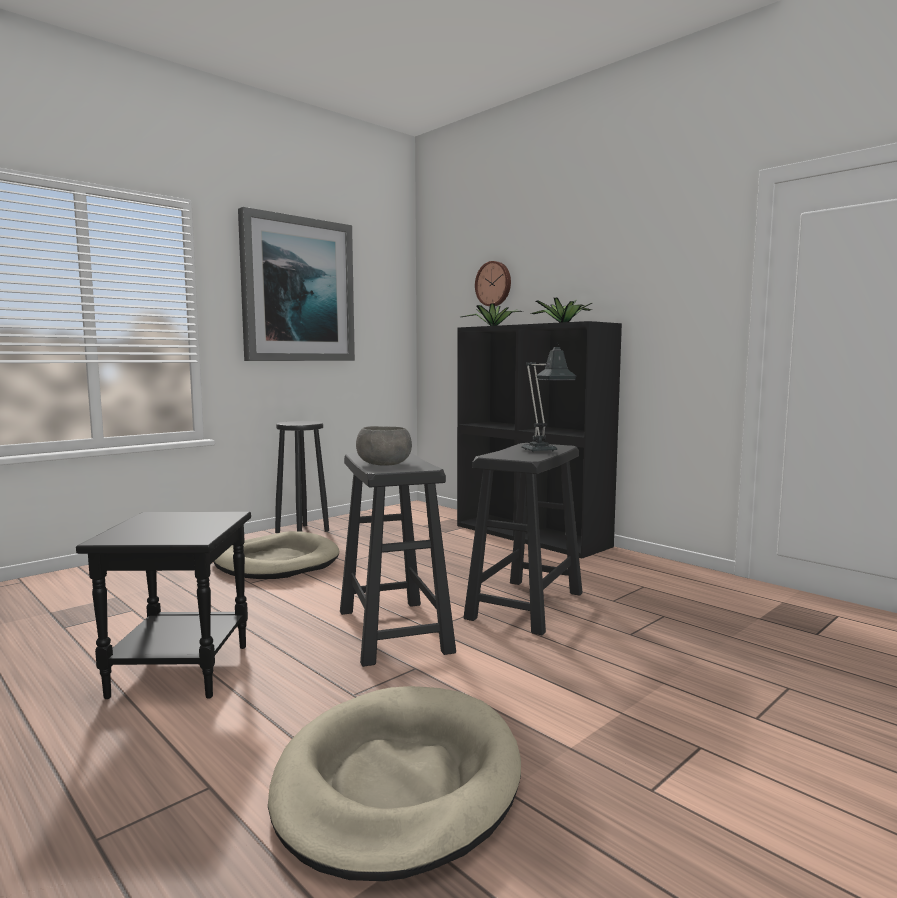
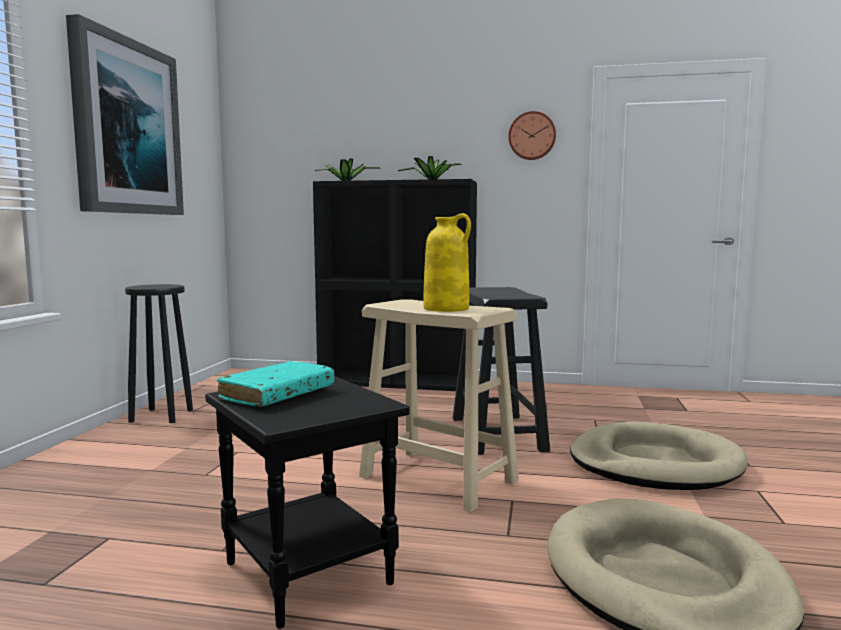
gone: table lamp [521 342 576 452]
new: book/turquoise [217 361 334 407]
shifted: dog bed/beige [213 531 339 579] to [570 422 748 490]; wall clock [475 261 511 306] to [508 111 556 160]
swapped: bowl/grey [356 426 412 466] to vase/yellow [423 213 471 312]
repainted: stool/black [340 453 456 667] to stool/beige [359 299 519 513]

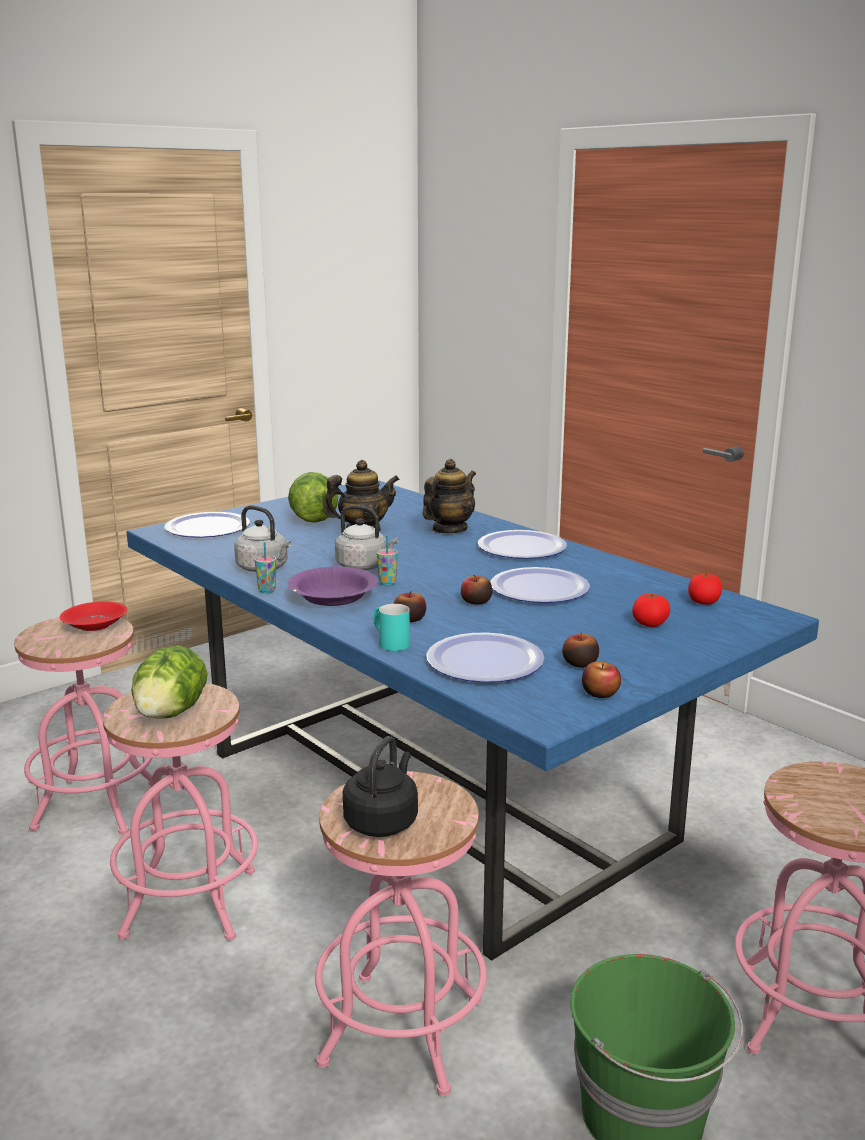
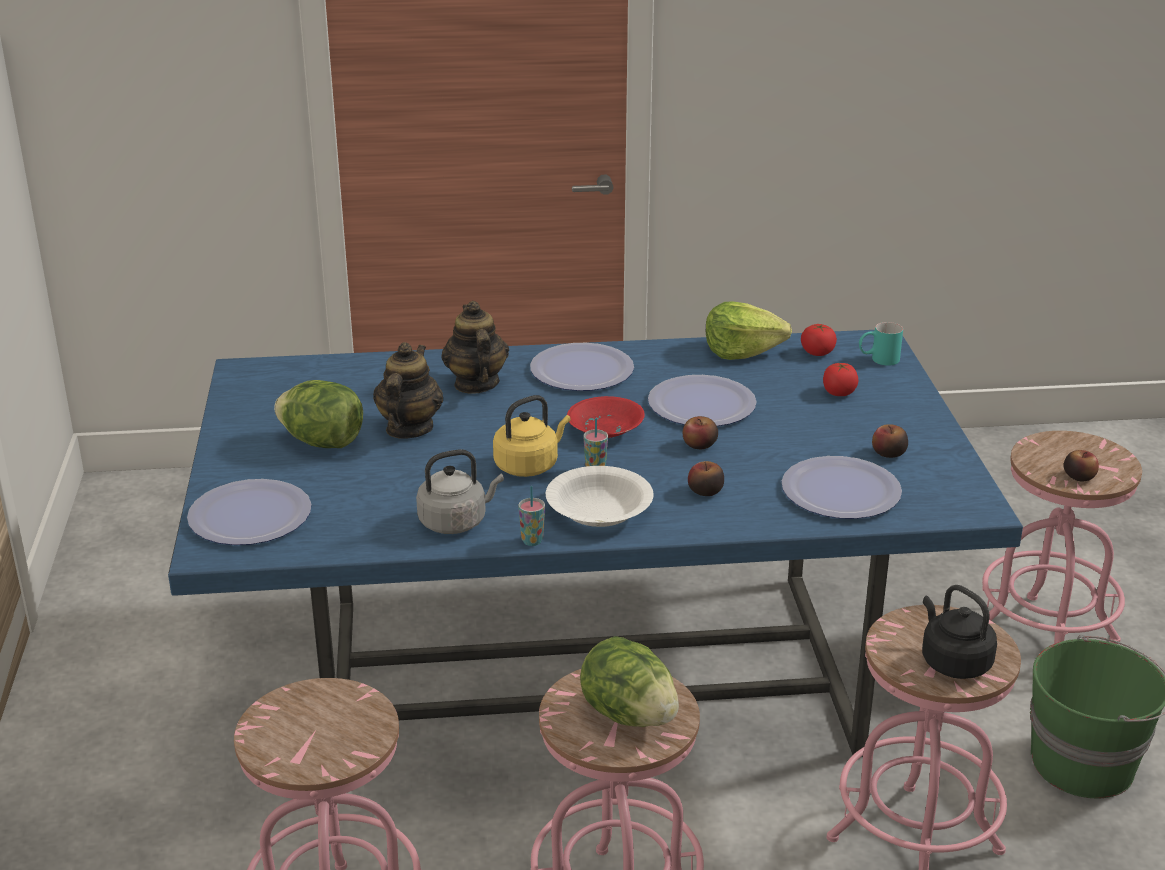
new: lettuce [706 301 792 360]
shifted: bowl/red [60 601 128 631] to [567 396 645 438]; mug/turquoise [372 604 410 651] to [859 322 903 365]; apple [582 662 621 698] to [1064 450 1099 481]
repainted: bowl/purple [287 567 378 606] to bowl/white [546 466 654 527]; kettle/grey [335 505 398 570] to kettle/yellow [493 395 571 477]

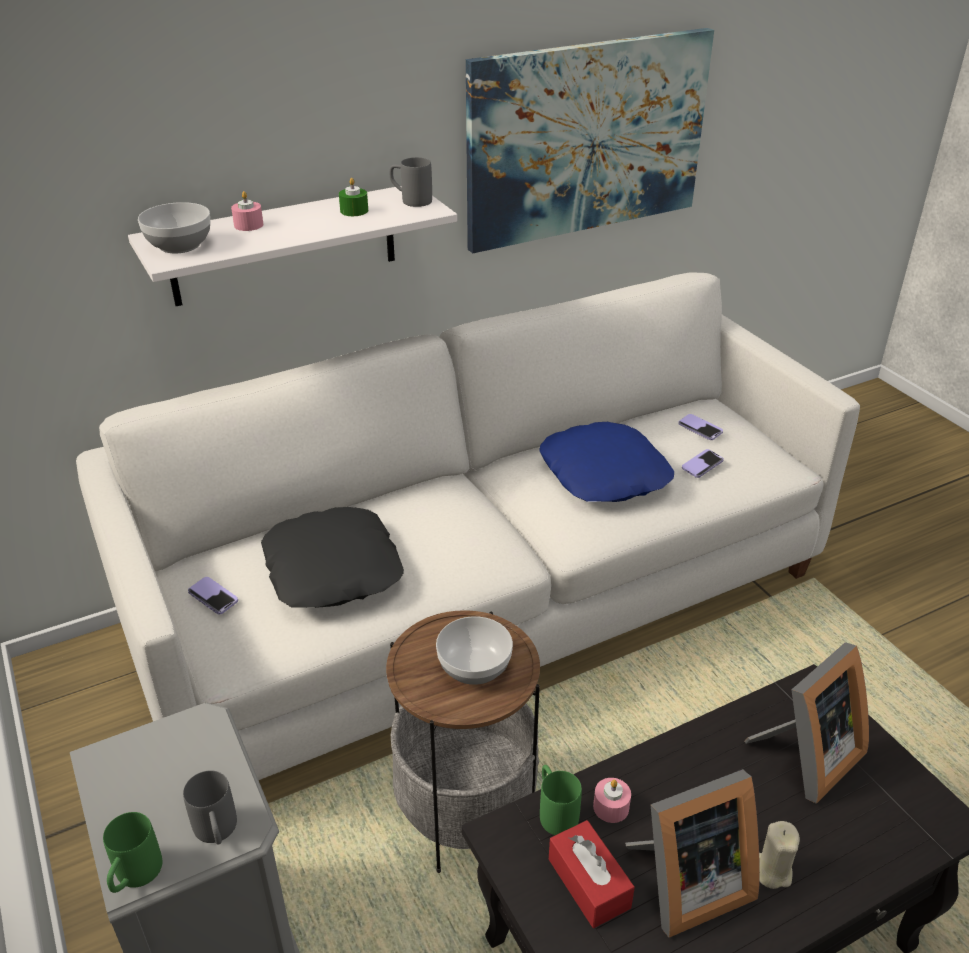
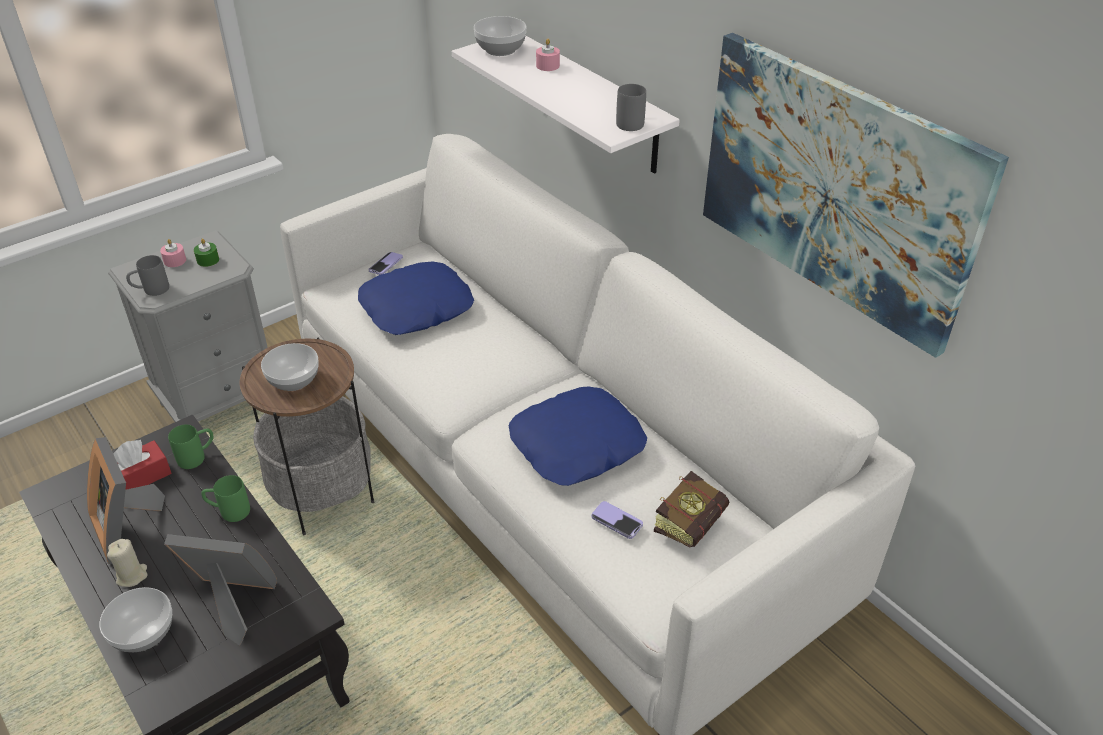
new: bowl [99 587 172 652]
shifted: mug/green [103 812 162 893] to [201 475 250 522]; candle/green [339 178 368 216] to [194 238 219 267]; candle/pink [593 778 631 823] to [160 239 186 267]
swapped: phone [678 414 723 440] to book [654 471 729 548]
repainted: pillow/black [261 507 404 608] to pillow/blue [358 262 474 335]
rotated: picture frame [744 642 869 804] = [164 534 277 646] 150 degrees clockwise

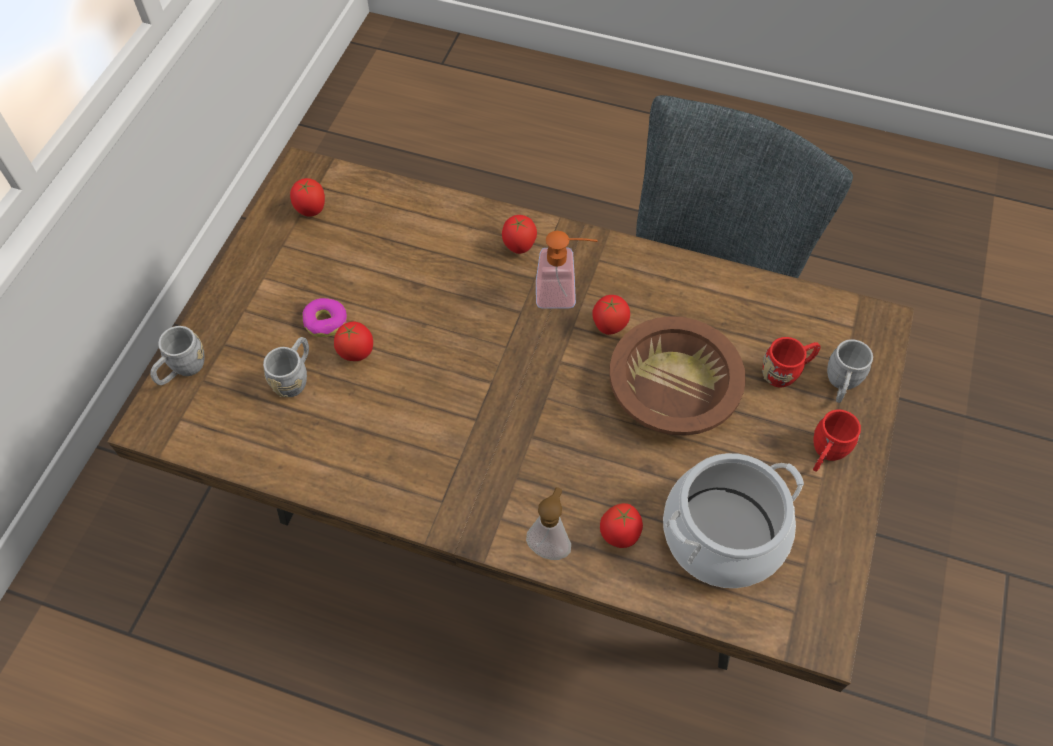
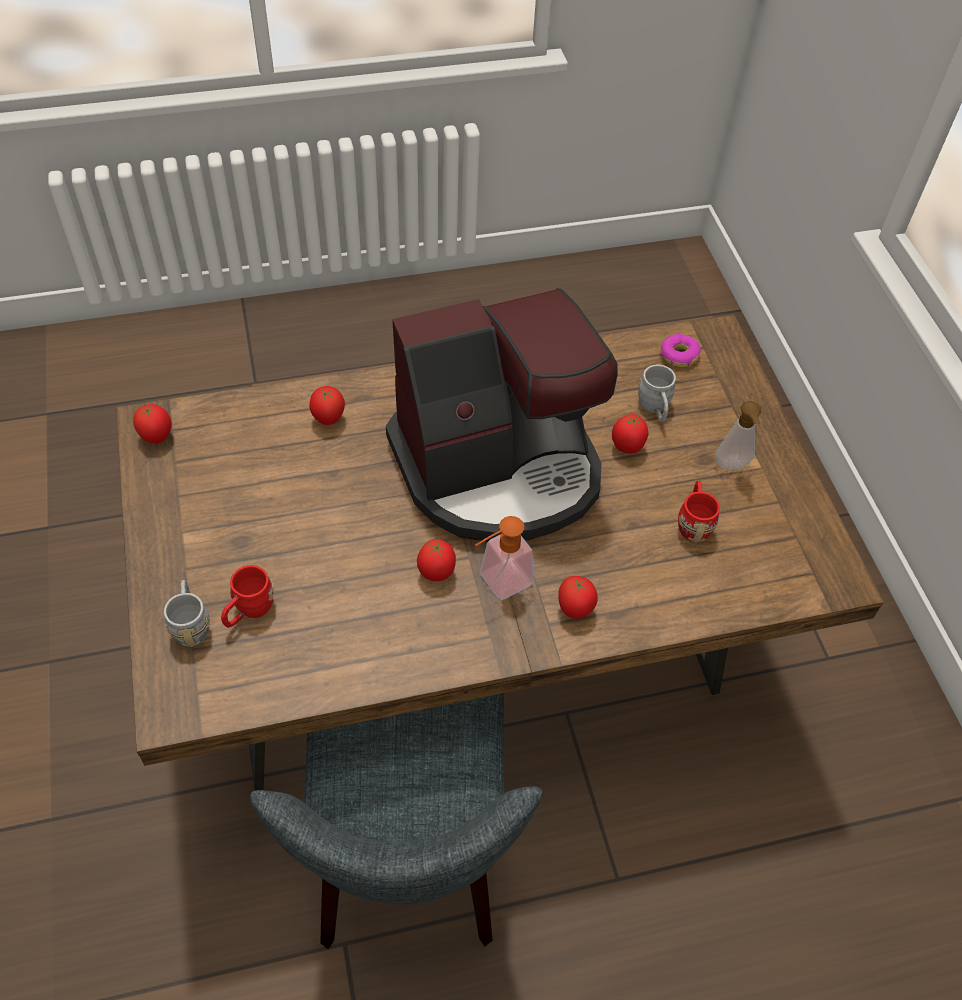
gone: mug/grey [150 326 204 385]; bowl/brown [610 316 746 436]; cooking pot [663 453 804 588]
new: coffee machine [386 288 618 542]
shifted: tomato [290 178 325 217] to [133 403 172 444]; donut [303 298 347 337] to [661 334 701 367]; soap dispenser [526 487 571 560] to [715 401 761 470]; mug/red [813 409 861 472] to [678 481 720 542]

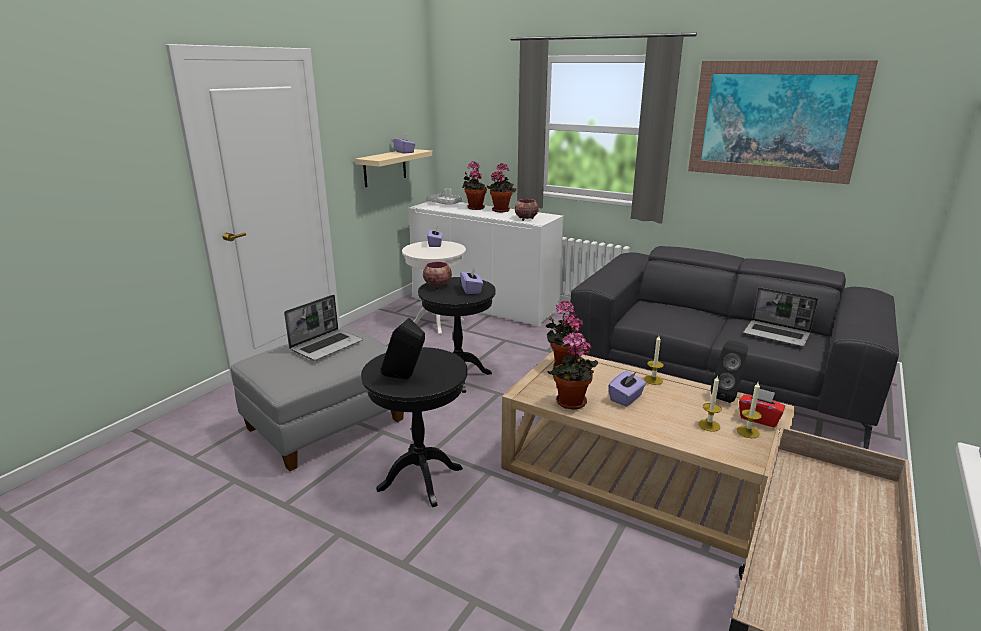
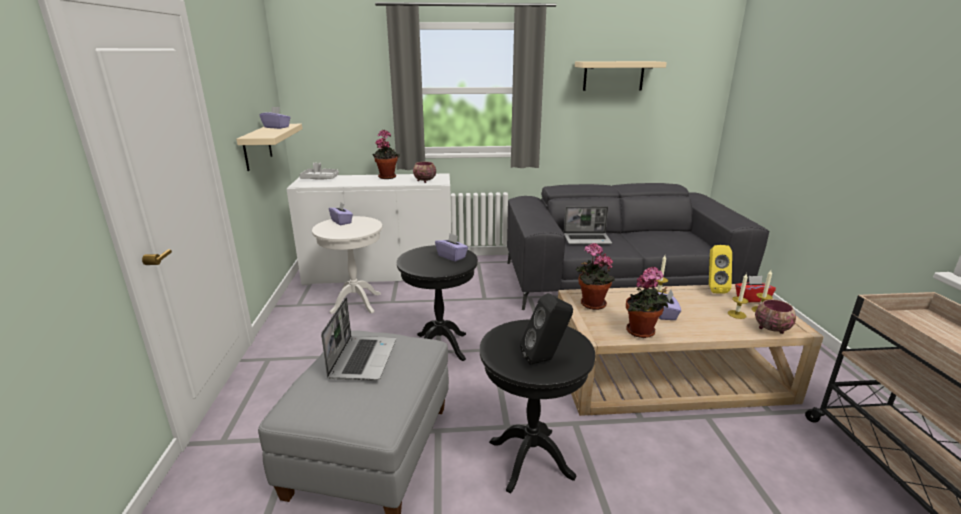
gone: potted plant [462 161 487 210]
shifted: bowl [423 262 452 289] to [755 299 796 334]; laptop [743 287 818 347] to [564 206 612 244]
swapped: picture [688 60 878 184] to shelf/beige [575 61 667 91]
repainted: speaker/black [711 340 748 403] to speaker/yellow [709 245 732 294]

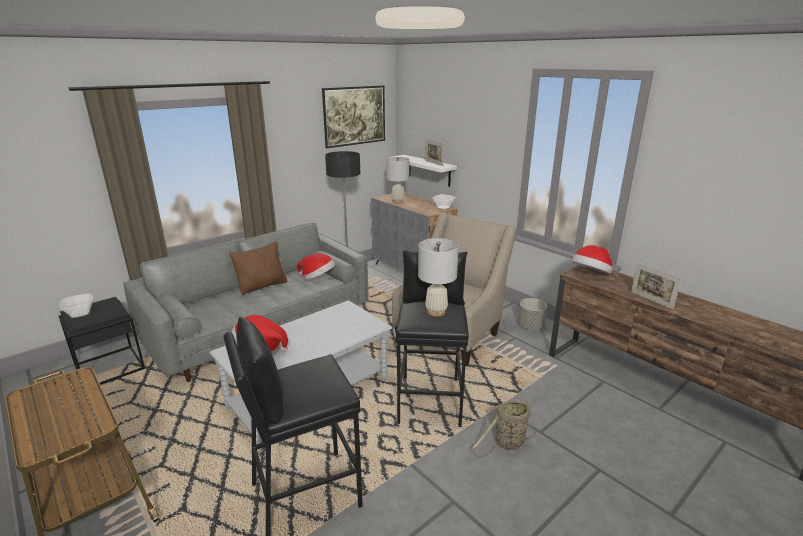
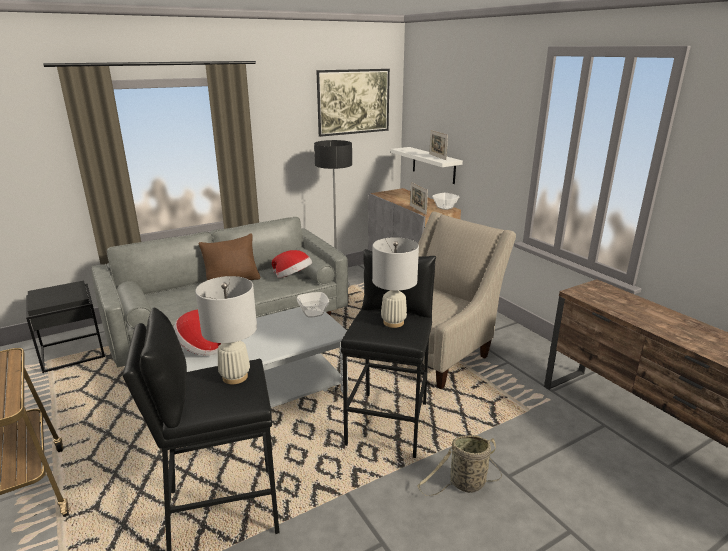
gone: planter/grey [518 298 547 330]; hat [571 245 613 274]
shifted: bowl [59 293 93 318] to [297 292 329 318]; table lamp/white [386 157 409 204] to [195 276 257 384]; picture frame [631 263 681 309] to [410 182 428 215]

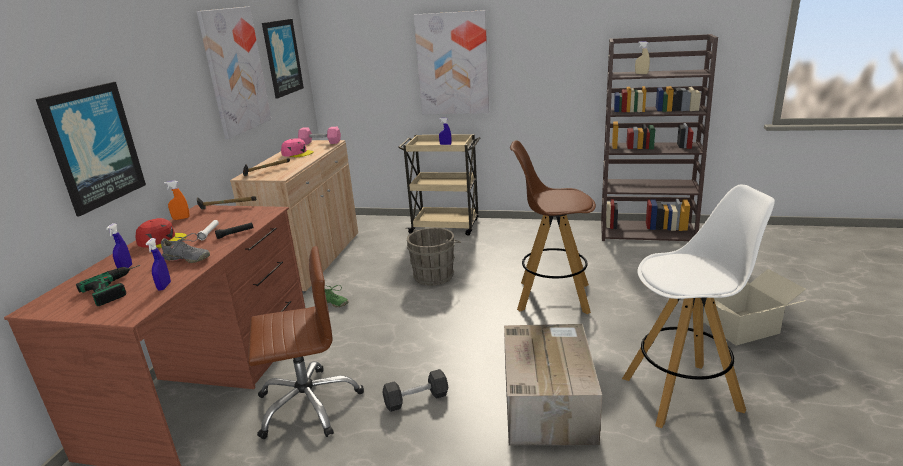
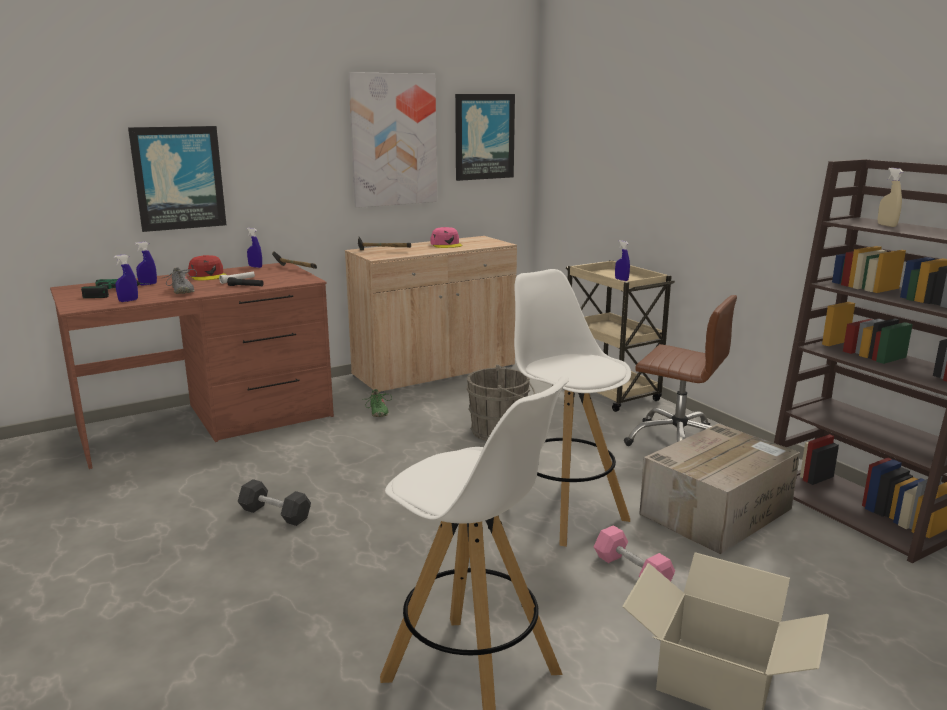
gone: picture [414 10 489 114]
shifted: office chair/brown [248 246 364 439] to [624 295 737 446]; dumbbell/pink [298 127 341 145] to [594 525 675 581]; cardboard box [504 324 602 445] to [639 424 800 554]
repainted: spray bottle/orange [164 180 190 220] to spray bottle/blue [247 228 262 268]; stool/brown [510 140 596 314] to stool/white [514 269 631 547]

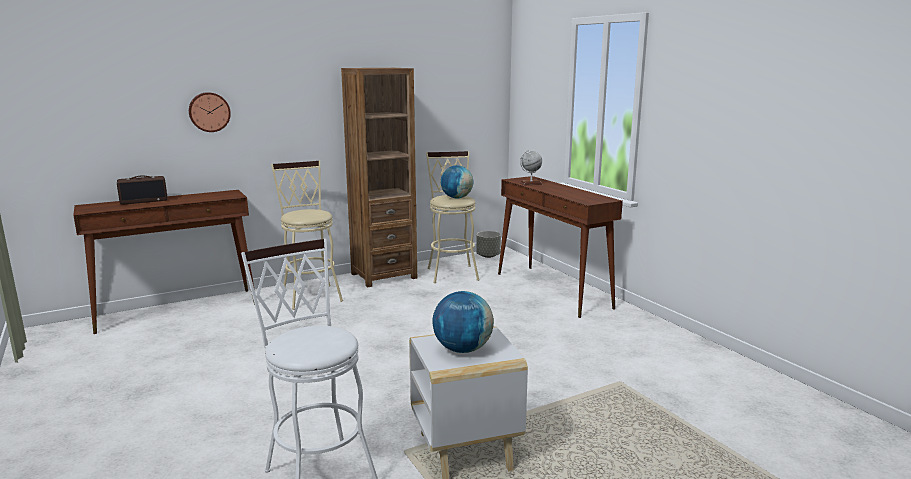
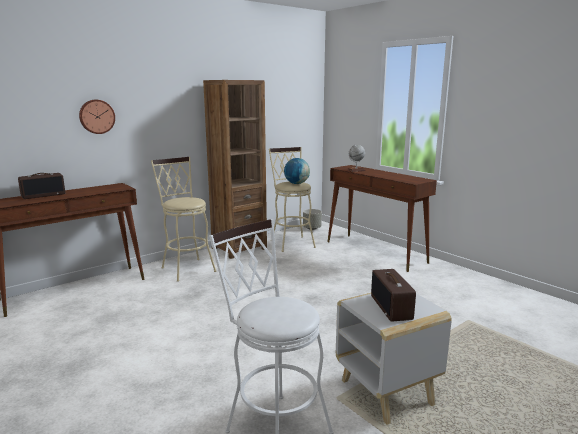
swapped: globe [432 291 494 353] to radio [371 269 416 321]

